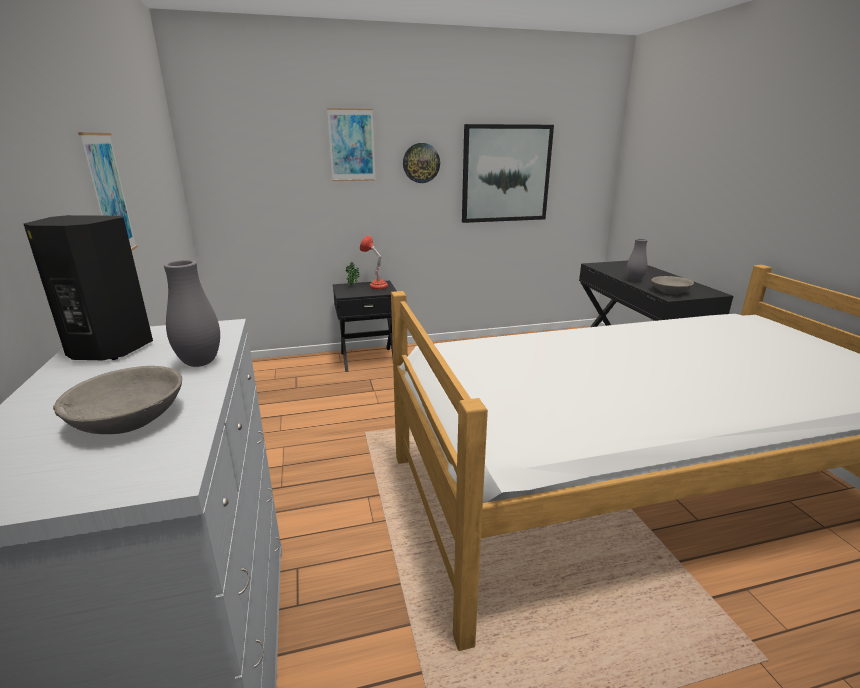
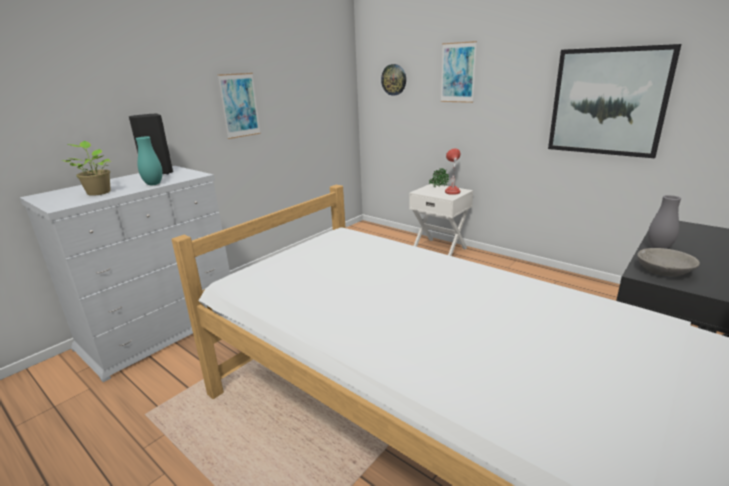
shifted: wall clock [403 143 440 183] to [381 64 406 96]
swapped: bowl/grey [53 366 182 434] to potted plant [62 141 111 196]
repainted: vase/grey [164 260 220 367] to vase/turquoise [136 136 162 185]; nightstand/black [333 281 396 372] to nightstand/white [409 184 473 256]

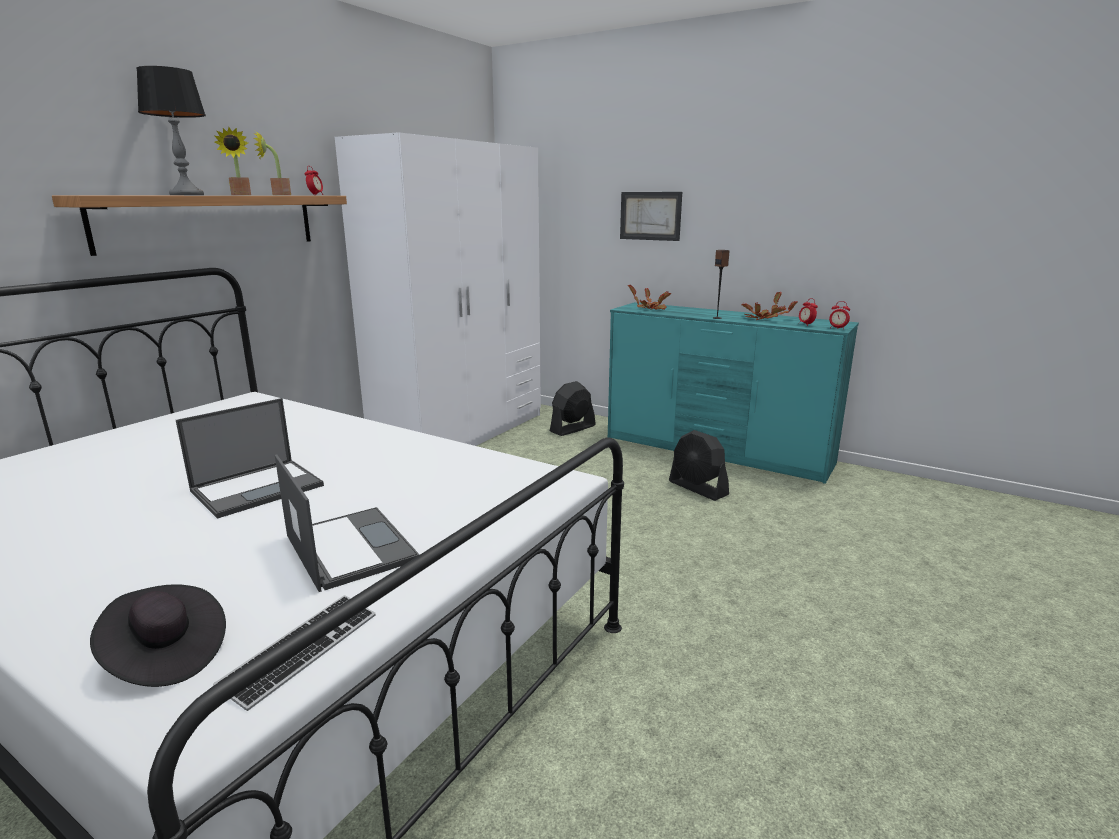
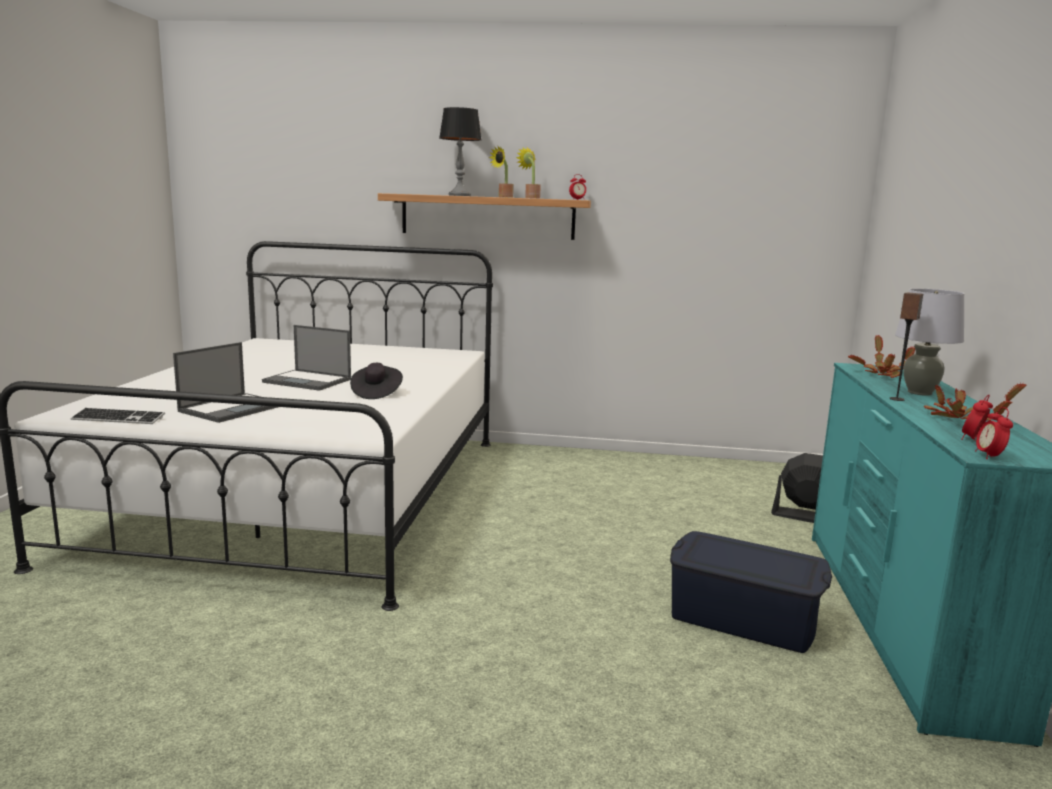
gone: wardrobe/white [335 133 541 446]; picture [620 192 682 241]
new: table lamp/grey [895 289 964 396]
shifted: hat/black [90 584 226 687] to [350 363 403 399]
swapped: fan/black [669 430 729 501] to storage box/blue [670 531 832 653]

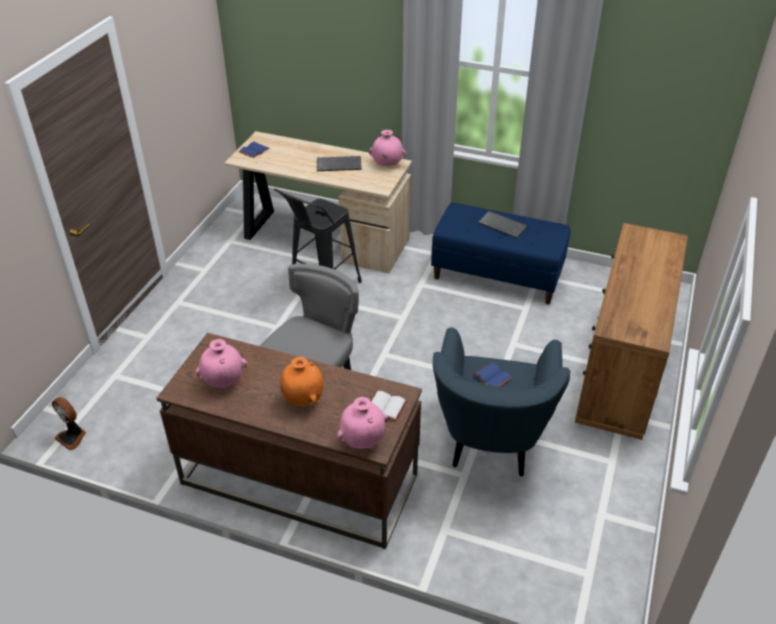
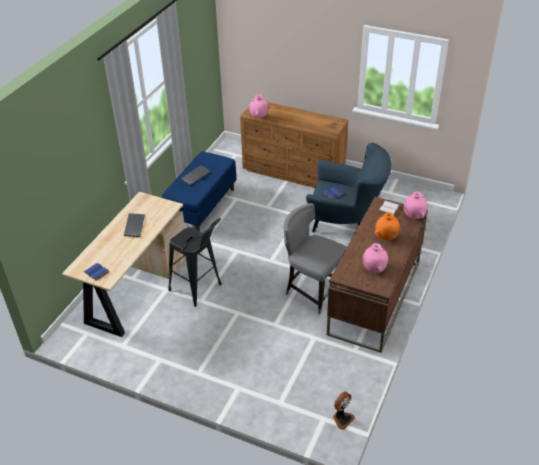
shifted: vase/pink [369 130 406 166] to [249 94 269 118]

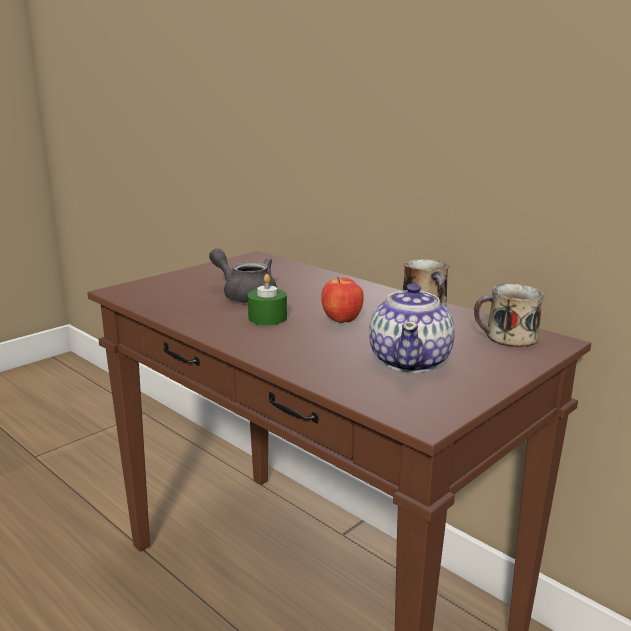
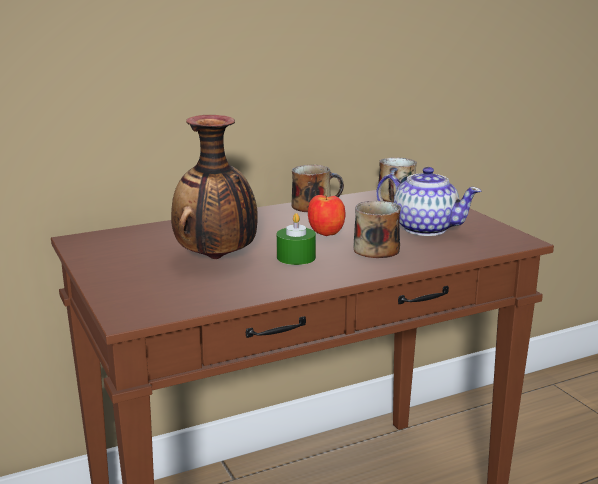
new: mug [354 201 401 258]
swapped: teapot/grey [209 248 277 303] to vase [171 115 258 259]

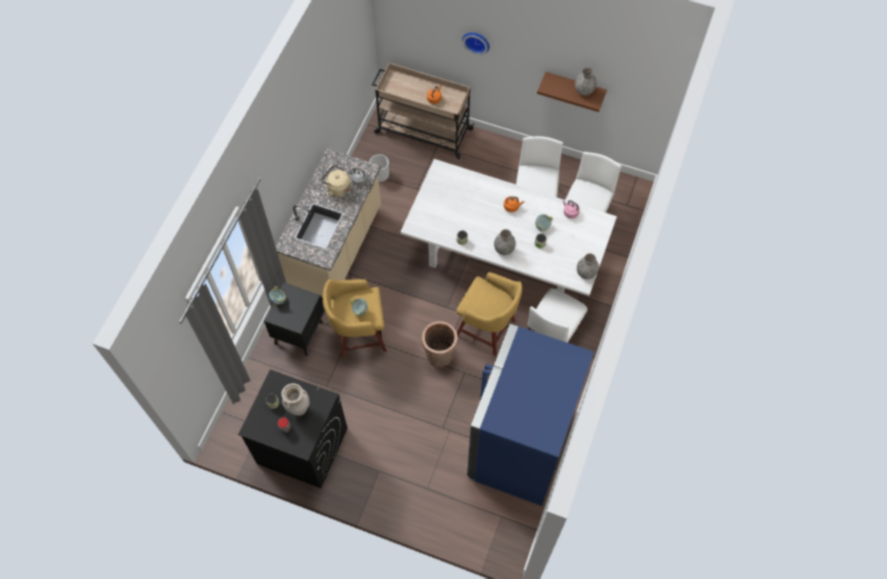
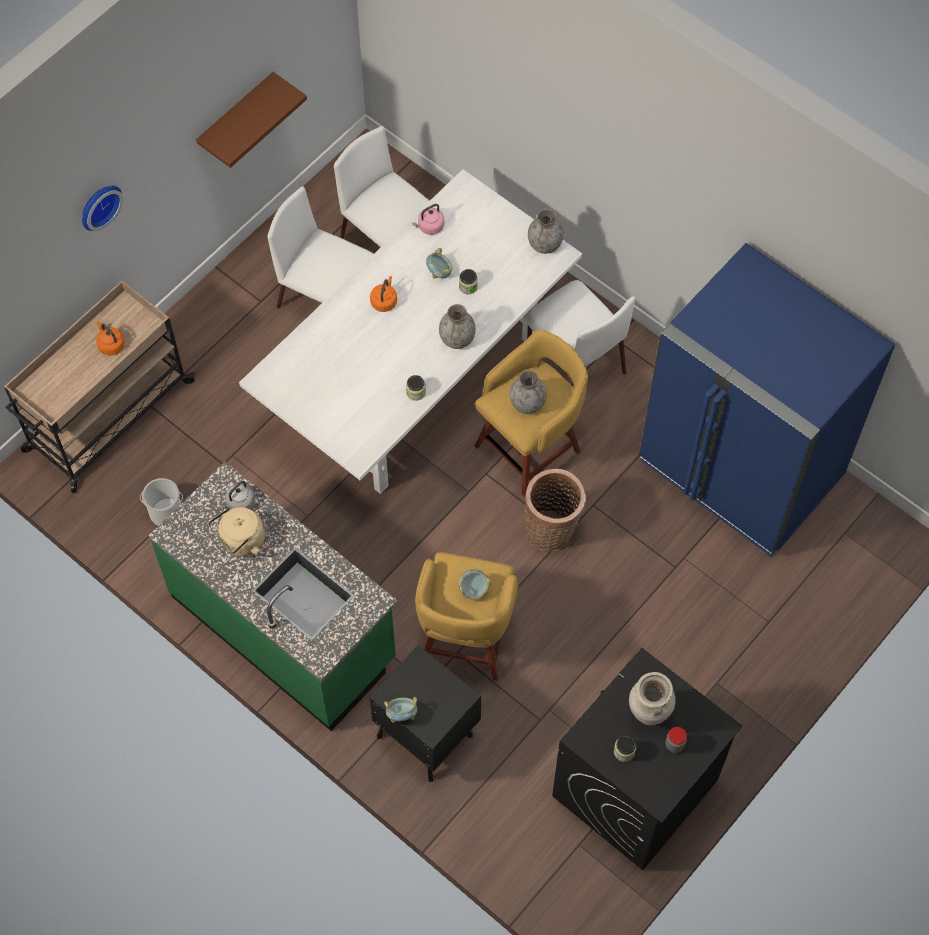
shifted: vase/grey [575 67 596 95] to [510 370 547 414]
repainted: counter/beige [276 149 381 301] to counter/green [148 462 398 731]

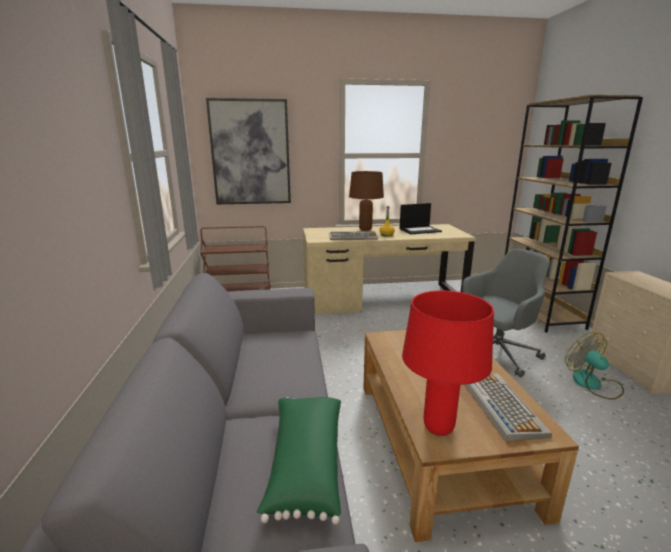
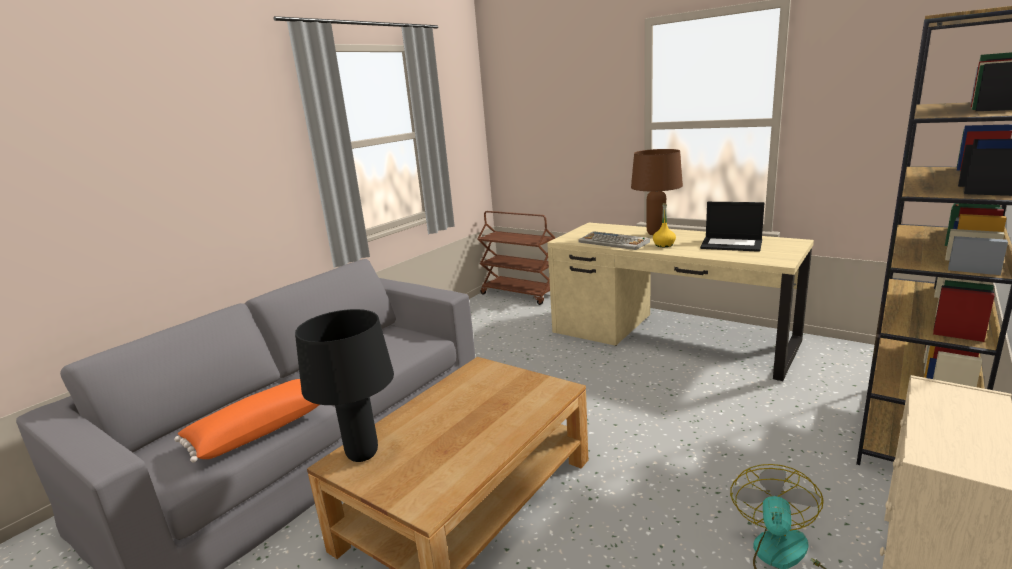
gone: picture [206 98 291 204]; office chair/grey [462 249 550 377]; keyboard [465 373 552 442]
repainted: pillow/green [257 397 341 525] to pillow/orange [174 379 319 462]; table lamp/red [402 290 494 436] to table lamp/black [295 309 394 462]

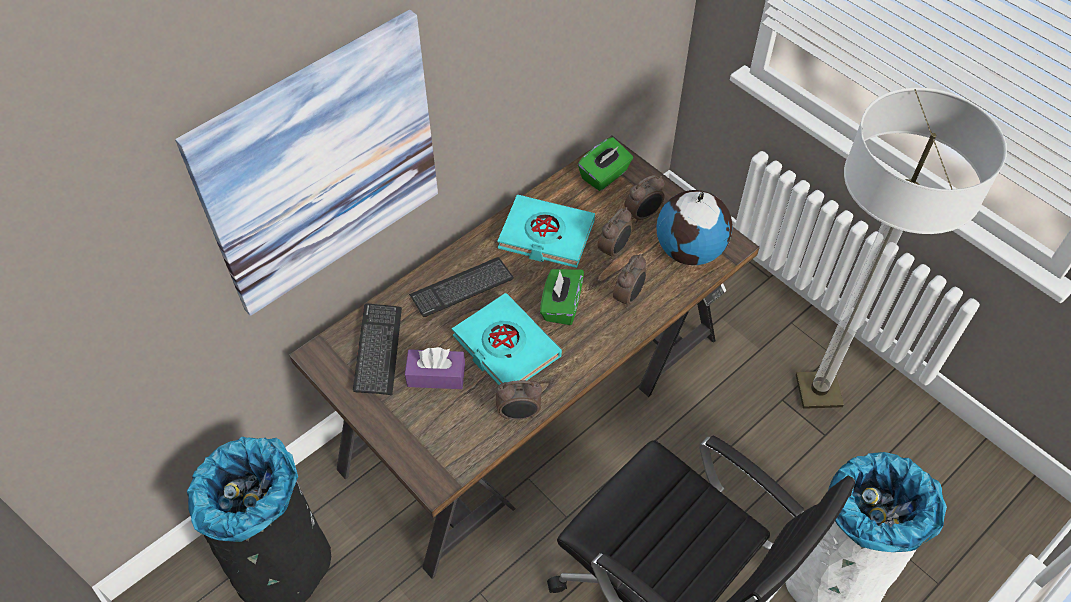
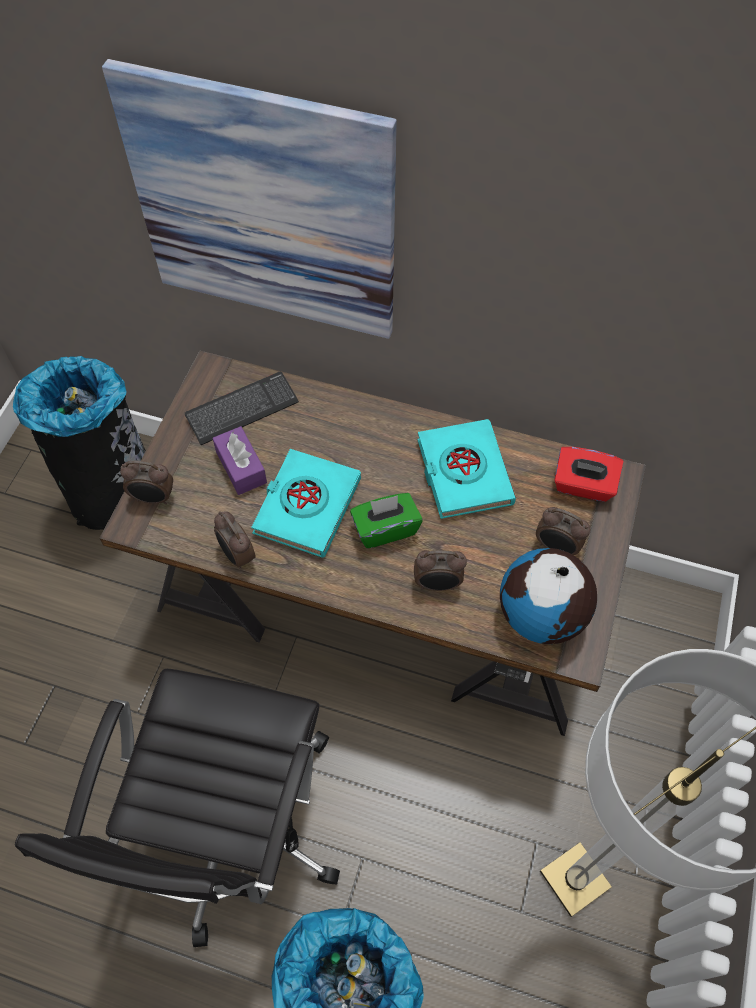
gone: keyboard [409 257 514 317]
shifted: alarm clock [598 207 632 260] to [120 461 173 504]
repainted: tissue box/green [578 137 633 191] to tissue box/red [554 447 623 502]

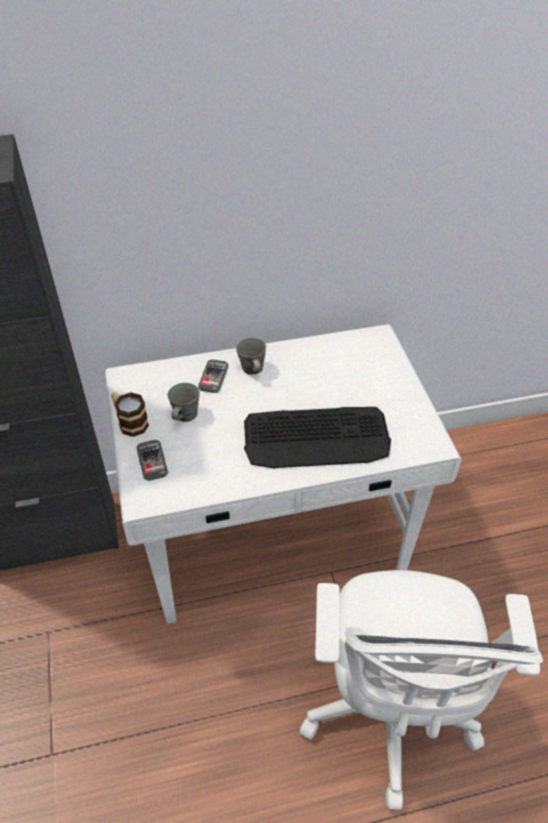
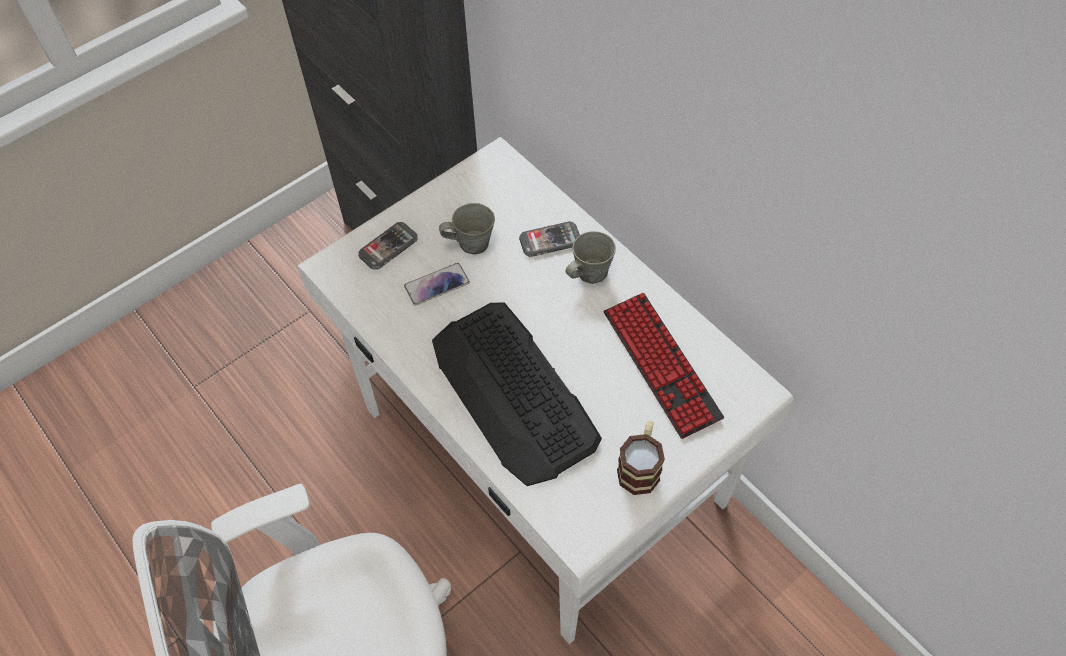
new: phone [404 263 470 305]; keyboard [604 293 724 439]
shifted: mug [111 392 149 437] to [617 421 665 495]

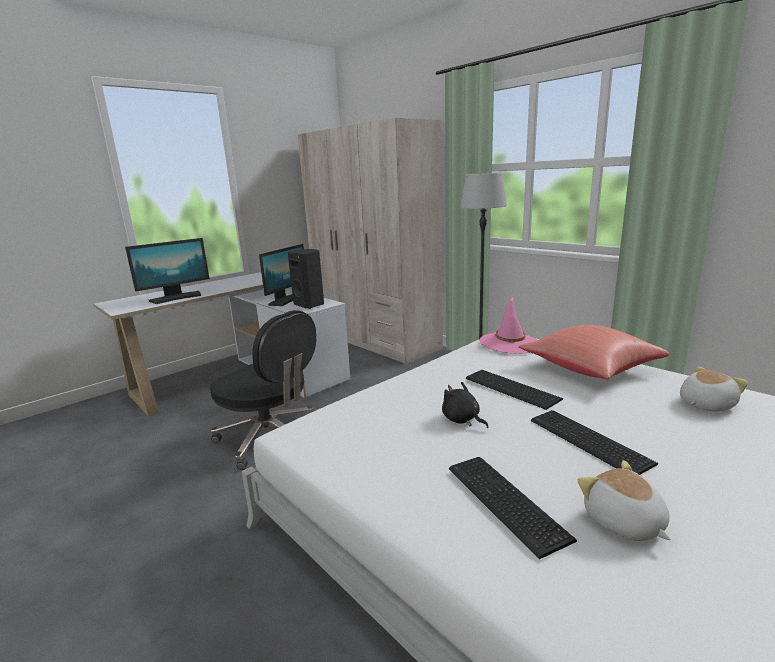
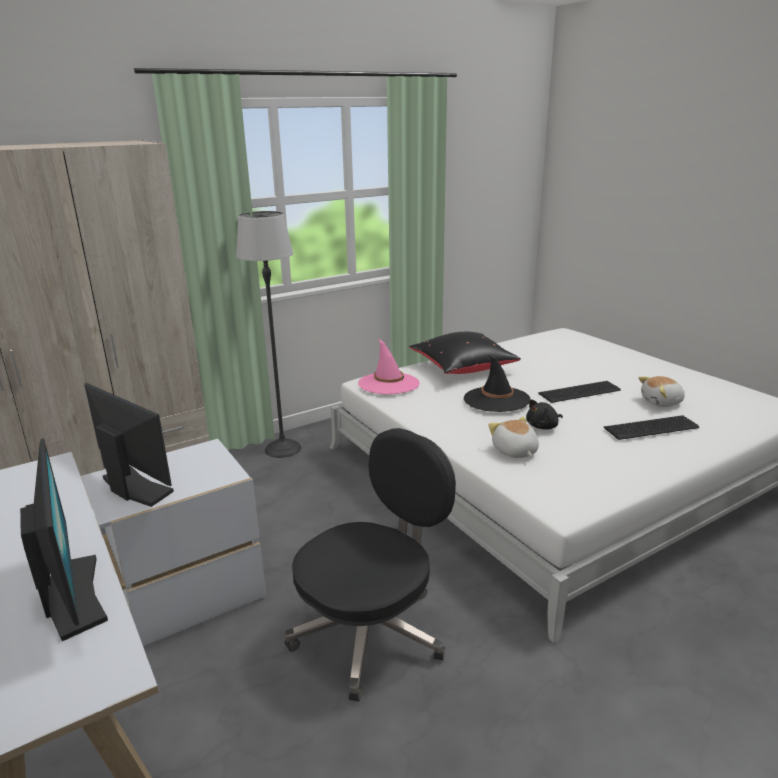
gone: speaker/black [288 249 324 309]
shifted: plush toy [680 367 748 412] to [488 417 539 458]
swapped: keyboard [466 370 563 410] to hat/black [464 355 531 412]
repainted: pillow/red [519 325 670 379] to pillow/black [409 332 521 374]

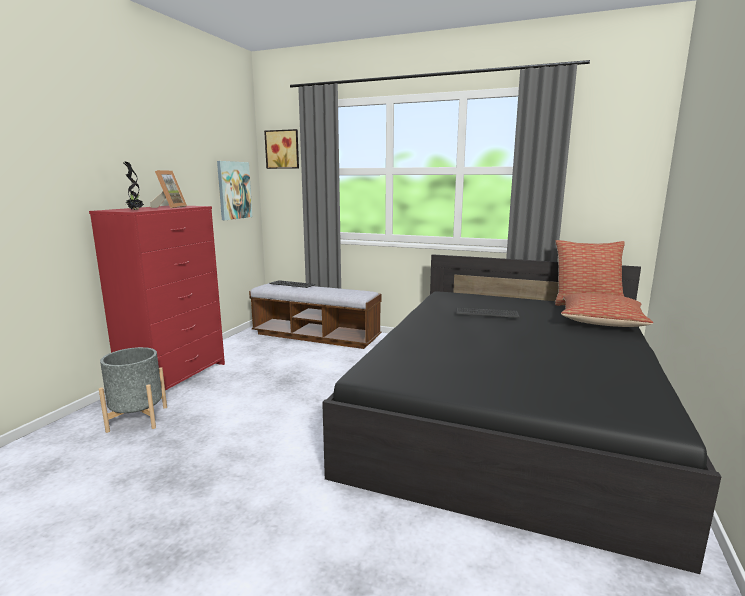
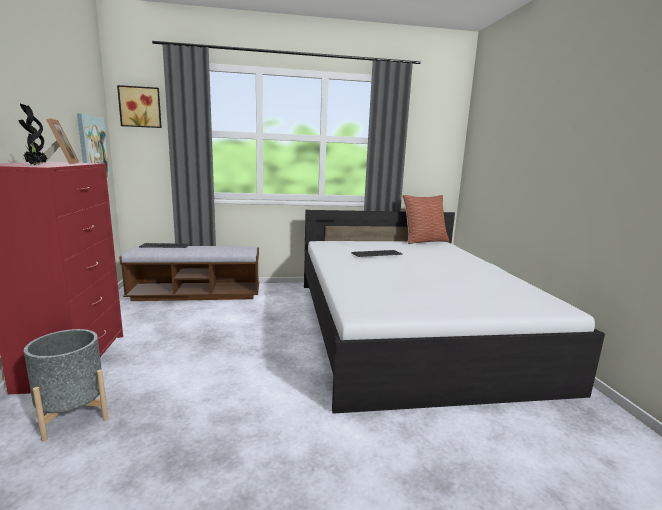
gone: pillow [561 293 653 327]
repainted: bed/black [322 254 721 574] to bed/white [304 210 605 414]

